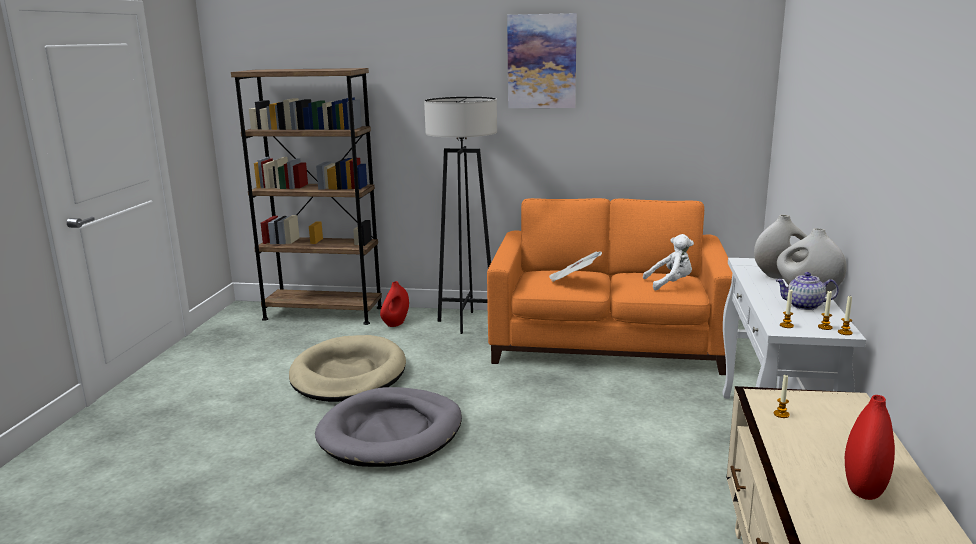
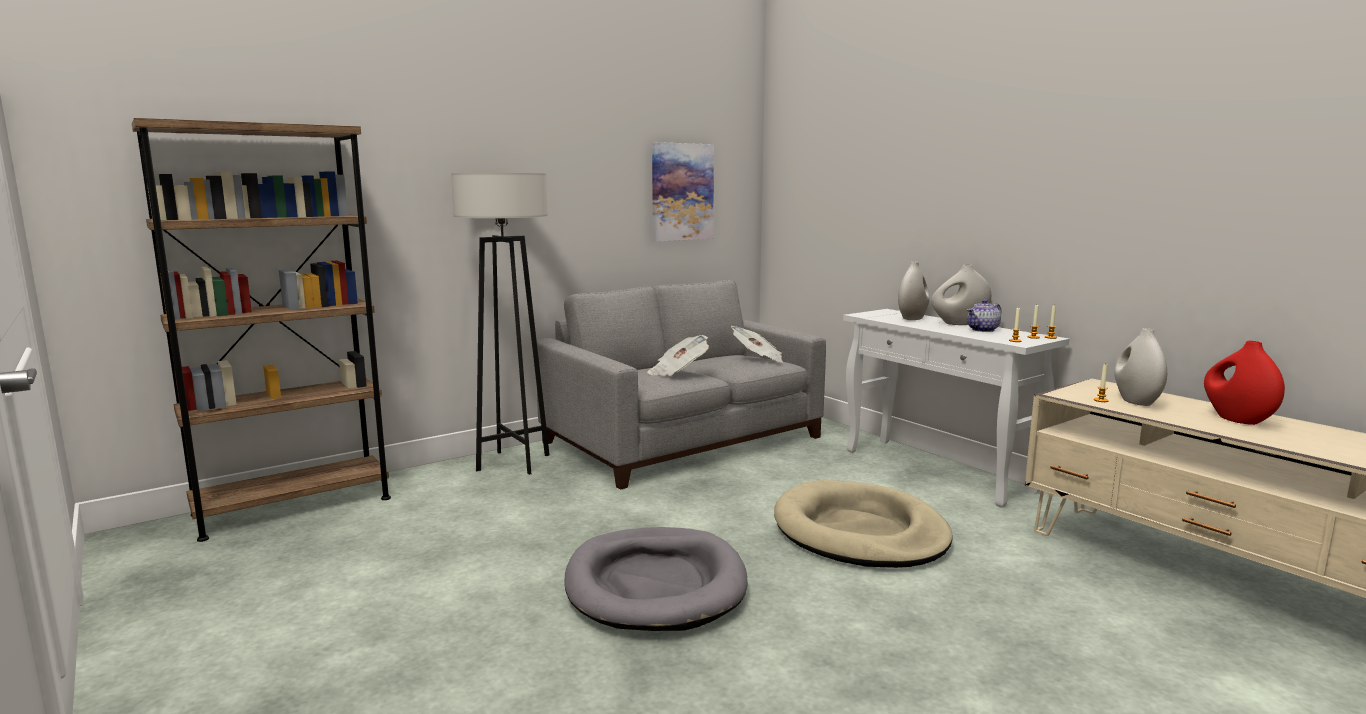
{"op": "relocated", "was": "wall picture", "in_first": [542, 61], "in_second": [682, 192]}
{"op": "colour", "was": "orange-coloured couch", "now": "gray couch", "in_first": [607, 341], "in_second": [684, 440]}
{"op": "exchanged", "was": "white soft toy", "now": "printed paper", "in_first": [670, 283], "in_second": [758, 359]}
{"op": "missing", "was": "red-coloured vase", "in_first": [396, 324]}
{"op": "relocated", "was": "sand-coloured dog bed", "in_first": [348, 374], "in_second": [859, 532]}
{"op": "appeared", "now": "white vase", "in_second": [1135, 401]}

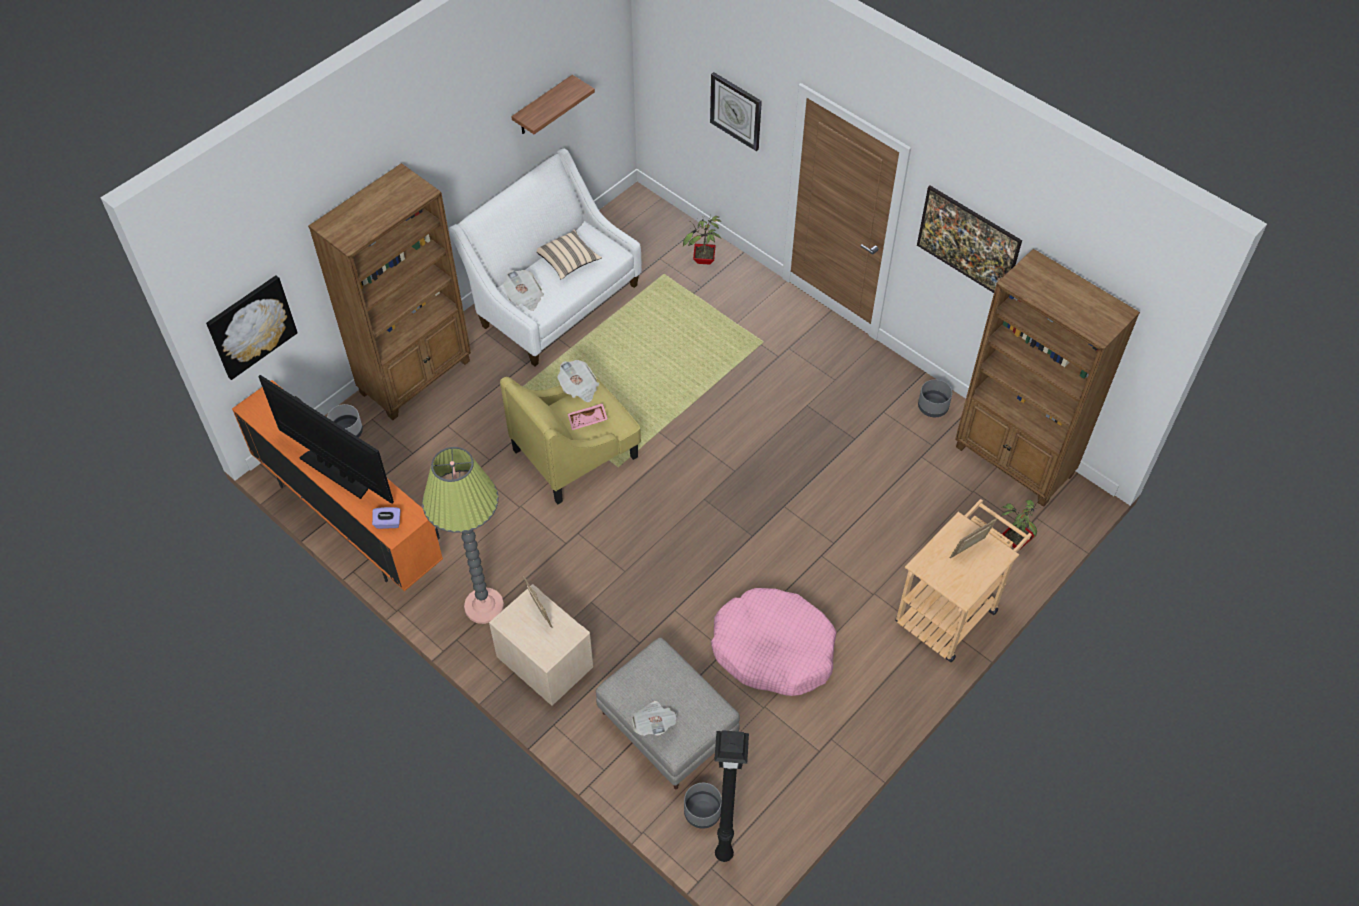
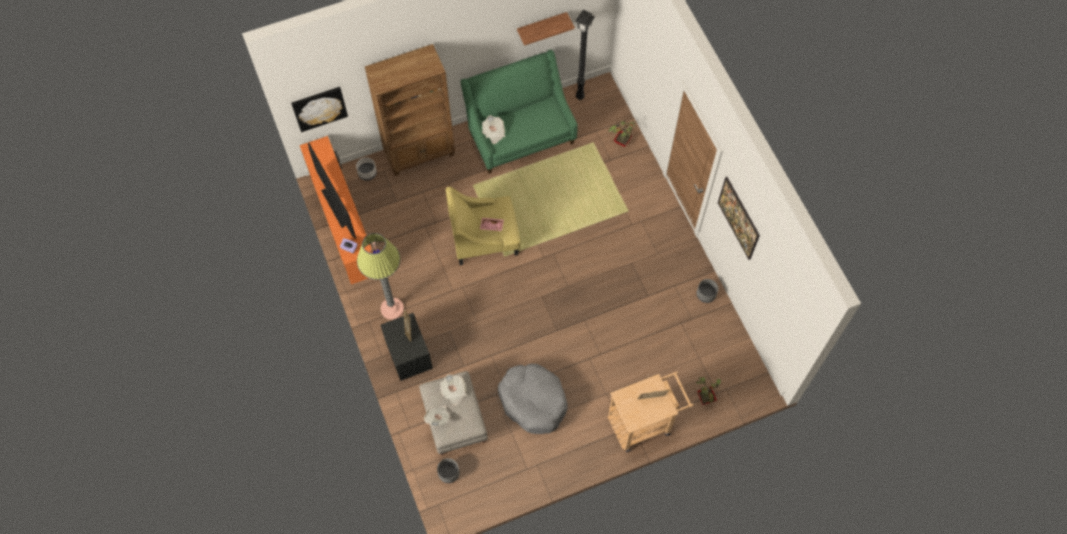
{"op": "missing", "was": "wall clock", "in_first": [736, 111]}
{"op": "colour", "was": "white couch", "now": "green couch", "in_first": [554, 301], "in_second": [520, 135]}
{"op": "missing", "was": "sand-coloured throw pillow", "in_first": [568, 261]}
{"op": "missing", "was": "brown-coloured bookcase", "in_first": [1014, 462]}
{"op": "relocated", "was": "printed paper", "in_first": [579, 388], "in_second": [454, 392]}
{"op": "colour", "was": "sand-coloured bedside table", "now": "blackish bedside table", "in_first": [544, 661], "in_second": [408, 354]}
{"op": "colour", "was": "pink dog bed", "now": "gray dog bed", "in_first": [773, 649], "in_second": [533, 401]}
{"op": "relocated", "was": "blackish standard lamp", "in_first": [725, 853], "in_second": [580, 96]}

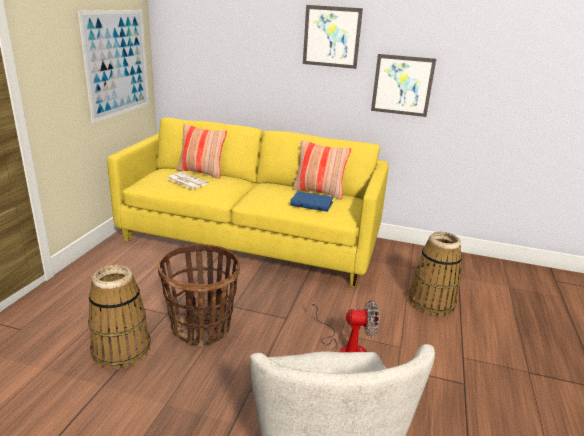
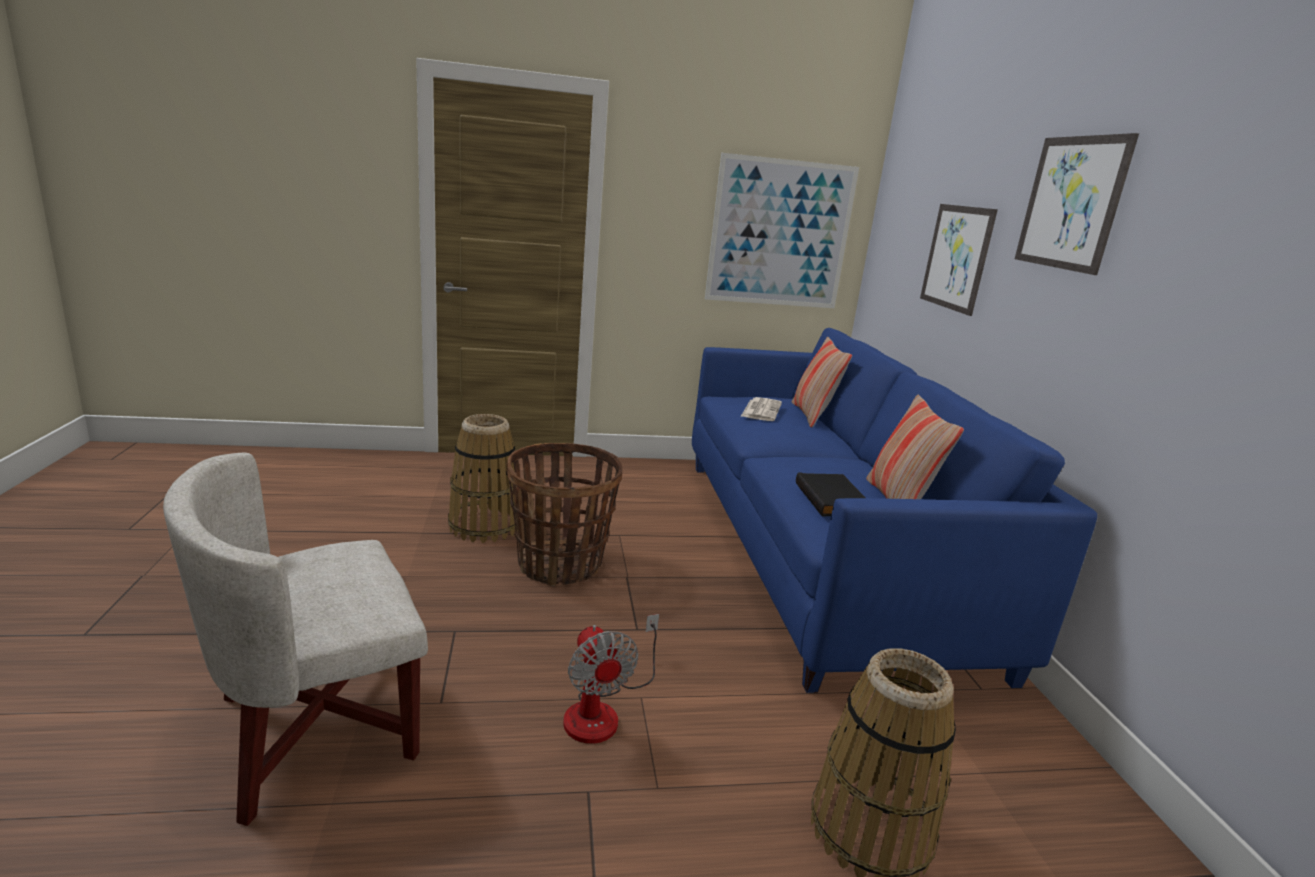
{"op": "relocated", "was": "wall picture", "in_first": [402, 85], "in_second": [956, 257]}
{"op": "colour", "was": "yellow couch", "now": "bluish couch", "in_first": [251, 240], "in_second": [819, 552]}
{"op": "colour", "was": "bluish book", "now": "blackish book", "in_first": [312, 203], "in_second": [833, 500]}

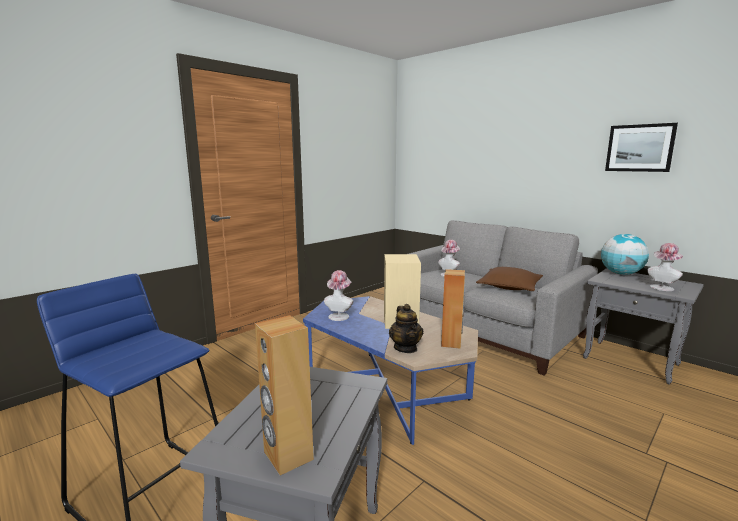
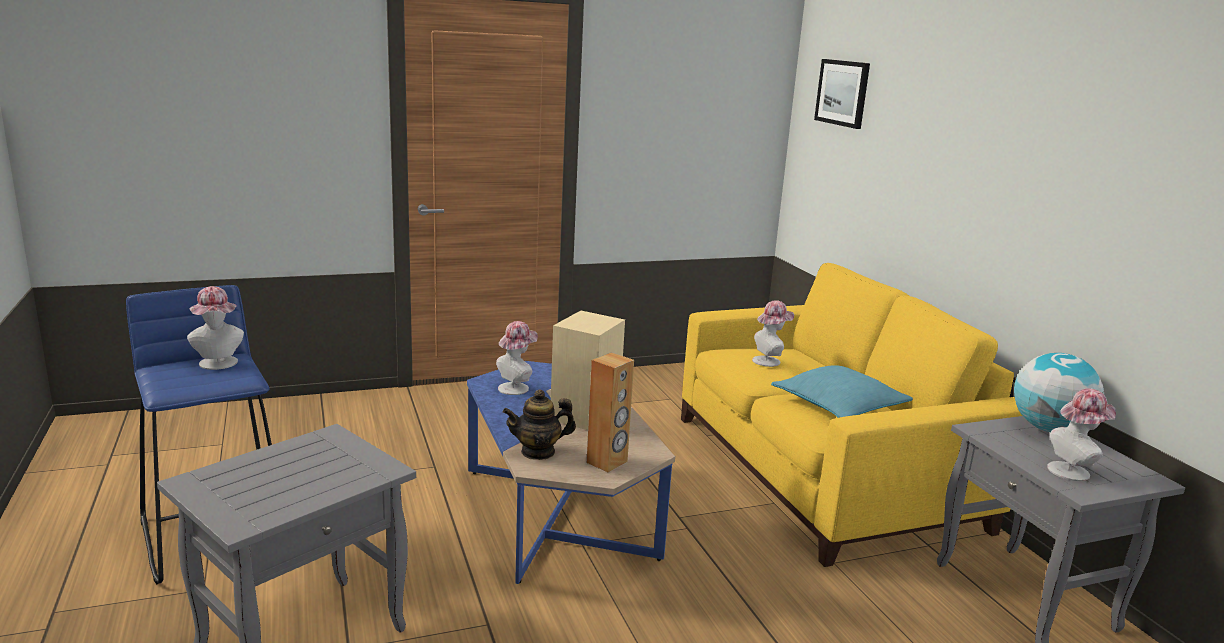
{"op": "relocated", "was": "wall picture", "in_first": [639, 148], "in_second": [842, 93]}
{"op": "colour", "was": "gray couch", "now": "yellow couch", "in_first": [484, 329], "in_second": [821, 471]}
{"op": "colour", "was": "brown-coloured throw pillow", "now": "turquoise-coloured throw pillow", "in_first": [509, 287], "in_second": [839, 405]}
{"op": "spun", "was": "tea pot", "in_first": [406, 348], "in_second": [538, 452], "clockwise": 60}
{"op": "missing", "was": "brown-coloured loudspeaker", "in_first": [287, 456]}
{"op": "appeared", "now": "clothing hat", "in_second": [219, 364]}

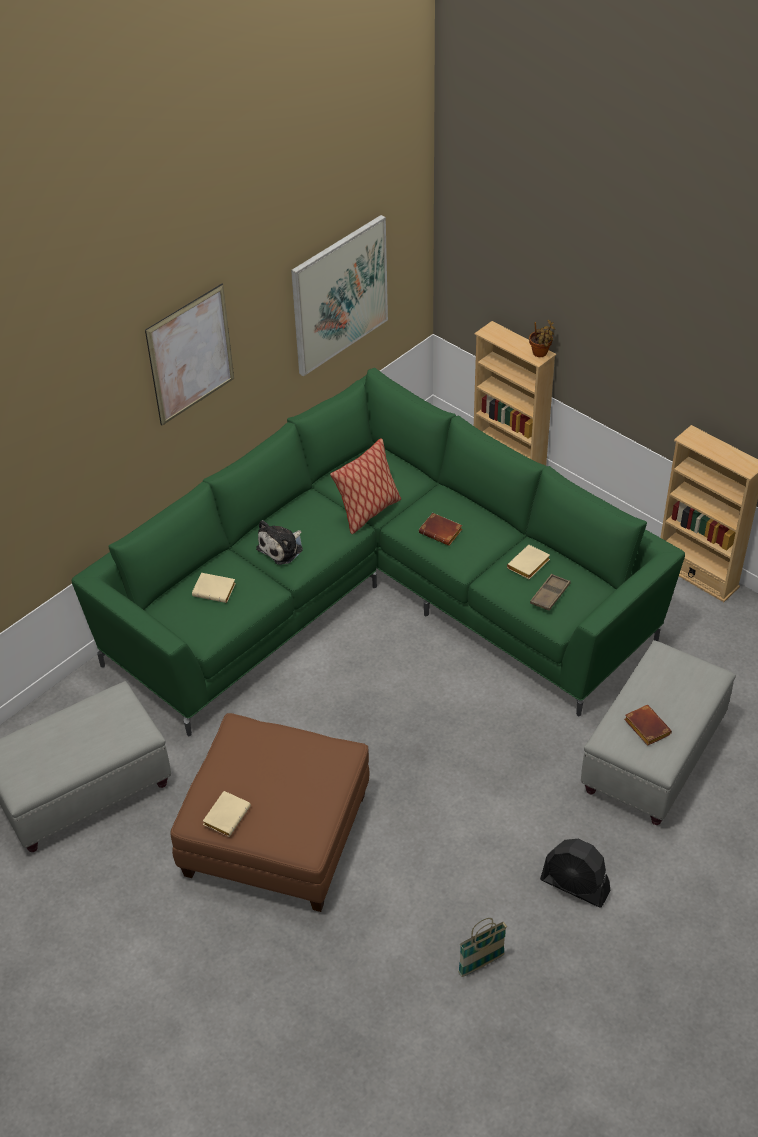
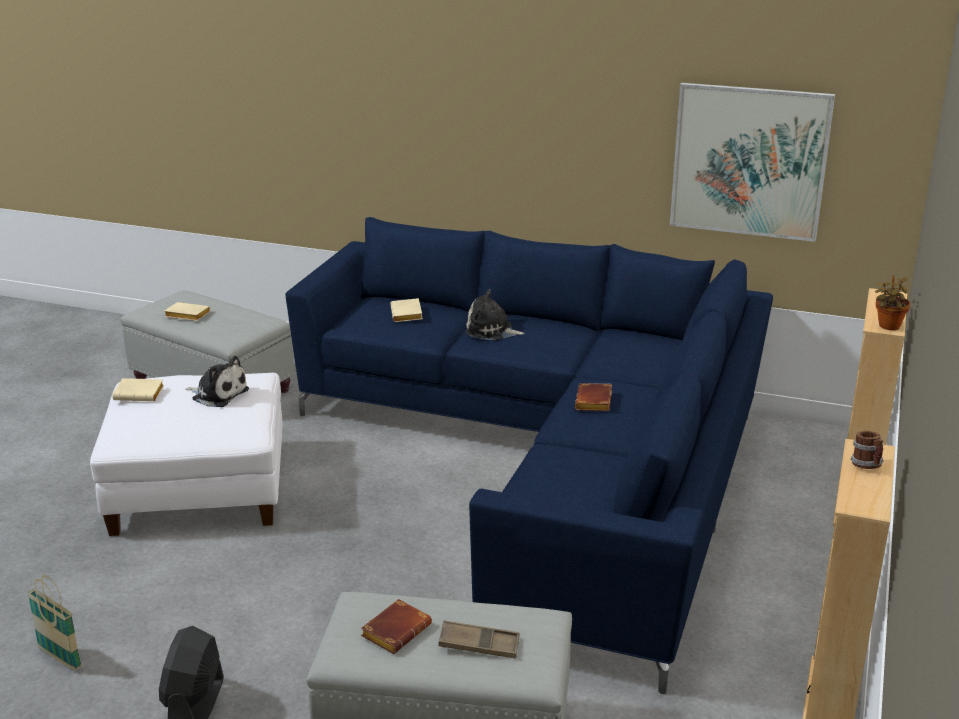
{"op": "missing", "was": "wall picture", "in_first": [190, 355]}
{"op": "colour", "was": "green couch", "now": "bluish couch", "in_first": [378, 597], "in_second": [556, 467]}
{"op": "missing", "was": "throw pillow", "in_first": [368, 512]}
{"op": "relocated", "was": "sand-coloured book", "in_first": [528, 566], "in_second": [186, 315]}
{"op": "relocated", "was": "brown-coloured tray", "in_first": [550, 595], "in_second": [479, 645]}
{"op": "colour", "was": "brown-coloured pouffe", "now": "white pouffe", "in_first": [276, 834], "in_second": [199, 487]}
{"op": "appeared", "now": "soft toy", "in_second": [218, 394]}
{"op": "appeared", "now": "mug", "in_second": [867, 466]}

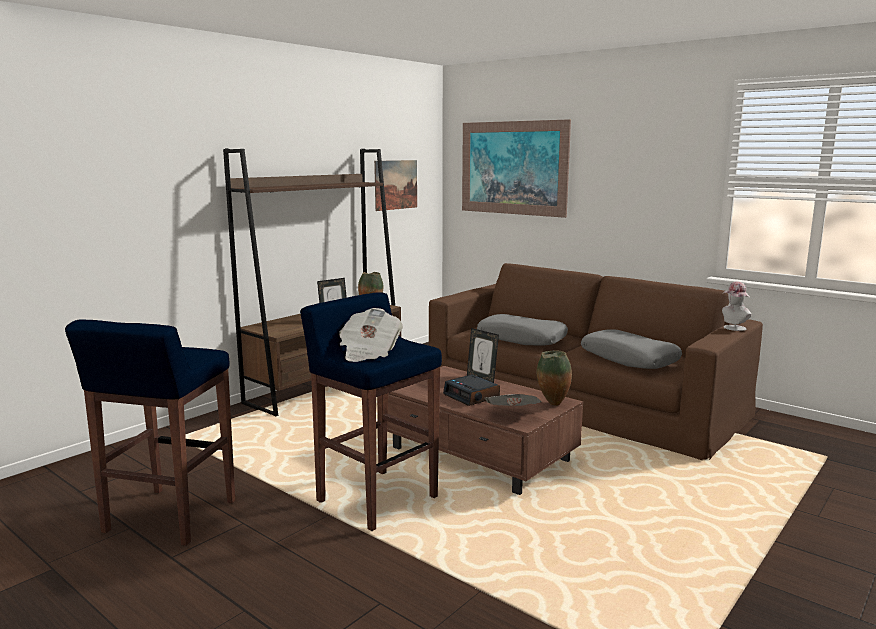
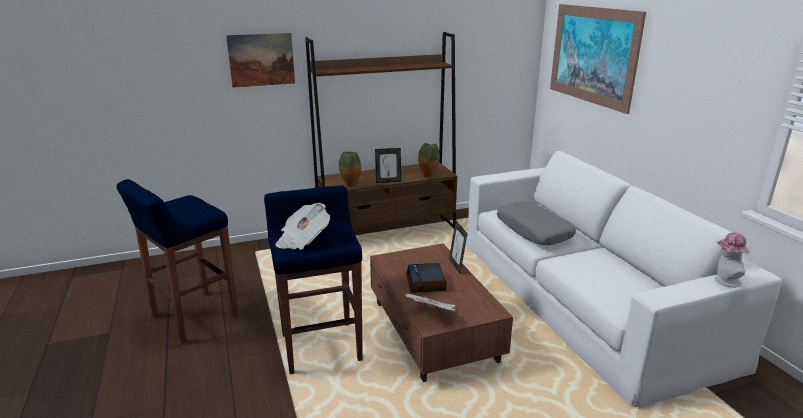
{"op": "relocated", "was": "wall picture", "in_first": [396, 185], "in_second": [261, 60]}
{"op": "colour", "was": "brown-coloured couch", "now": "white couch", "in_first": [580, 398], "in_second": [584, 296]}
{"op": "missing", "was": "gray throw pillow", "in_first": [629, 359]}
{"op": "relocated", "was": "vase", "in_first": [552, 404], "in_second": [350, 186]}

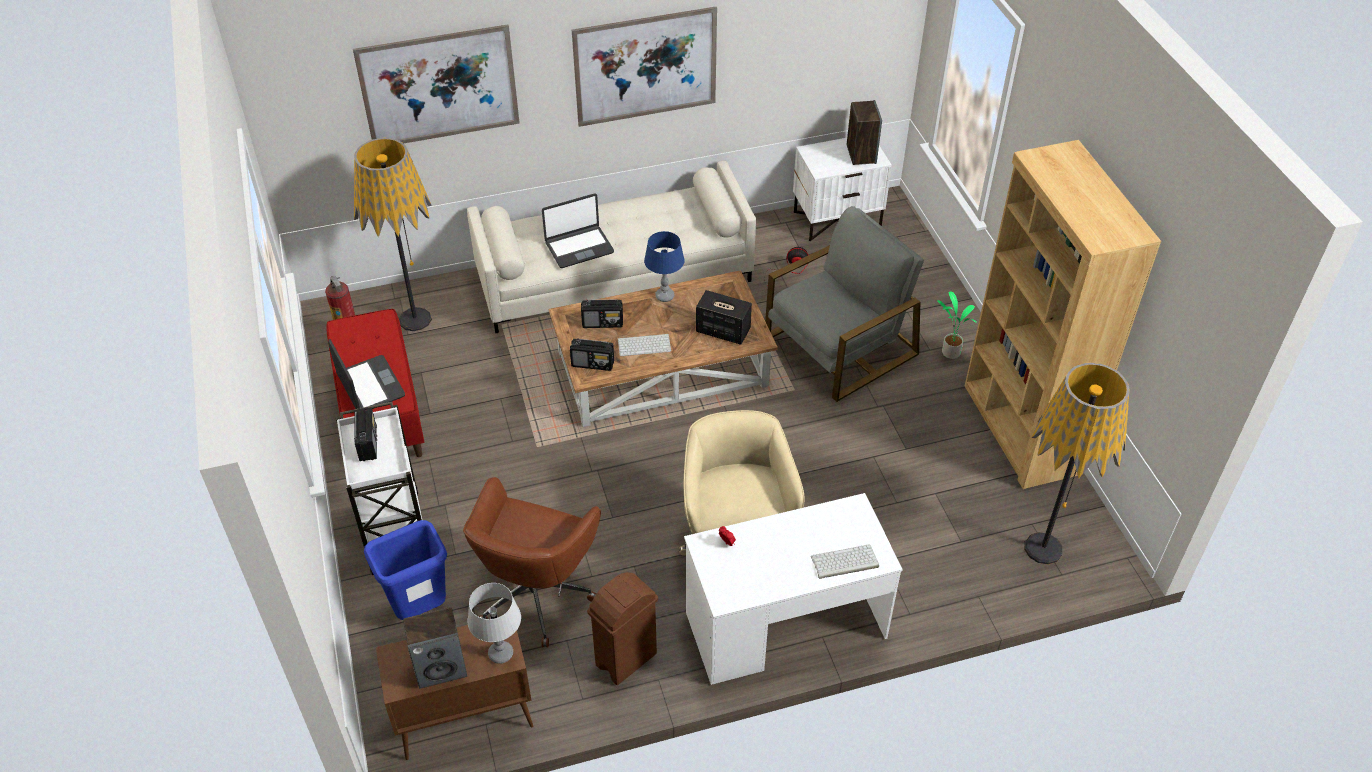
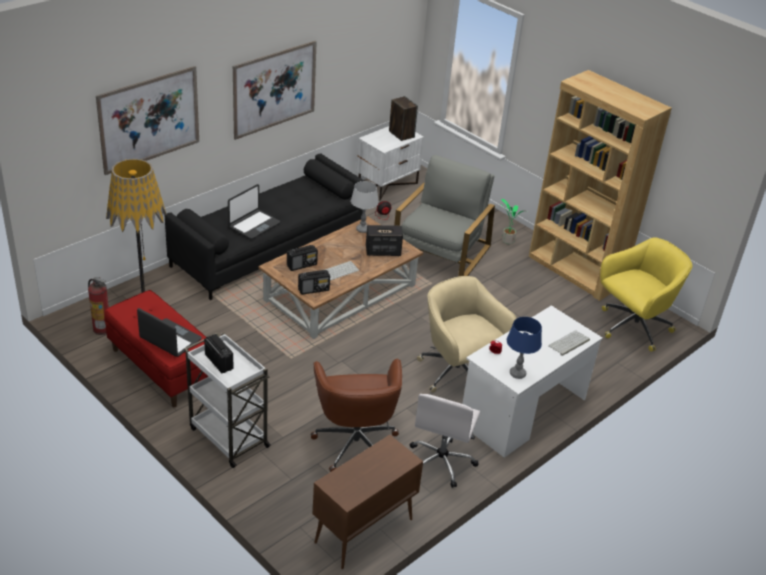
{"op": "colour", "was": "sand-coloured couch", "now": "blackish couch", "in_first": [615, 276], "in_second": [268, 247]}
{"op": "relocated", "was": "bluish tabletop lamp", "in_first": [665, 296], "in_second": [517, 374]}
{"op": "exchanged", "was": "standard lamp", "now": "yellow computer chair", "in_first": [1043, 548], "in_second": [632, 327]}
{"op": "missing", "was": "bluish waste bin", "in_first": [421, 609]}
{"op": "exchanged", "was": "brown-coloured waste bin", "now": "white computer chair", "in_first": [625, 659], "in_second": [441, 461]}
{"op": "relocated", "was": "gray tabletop lamp", "in_first": [500, 654], "in_second": [362, 229]}
{"op": "missing", "was": "loudspeaker", "in_first": [441, 668]}

